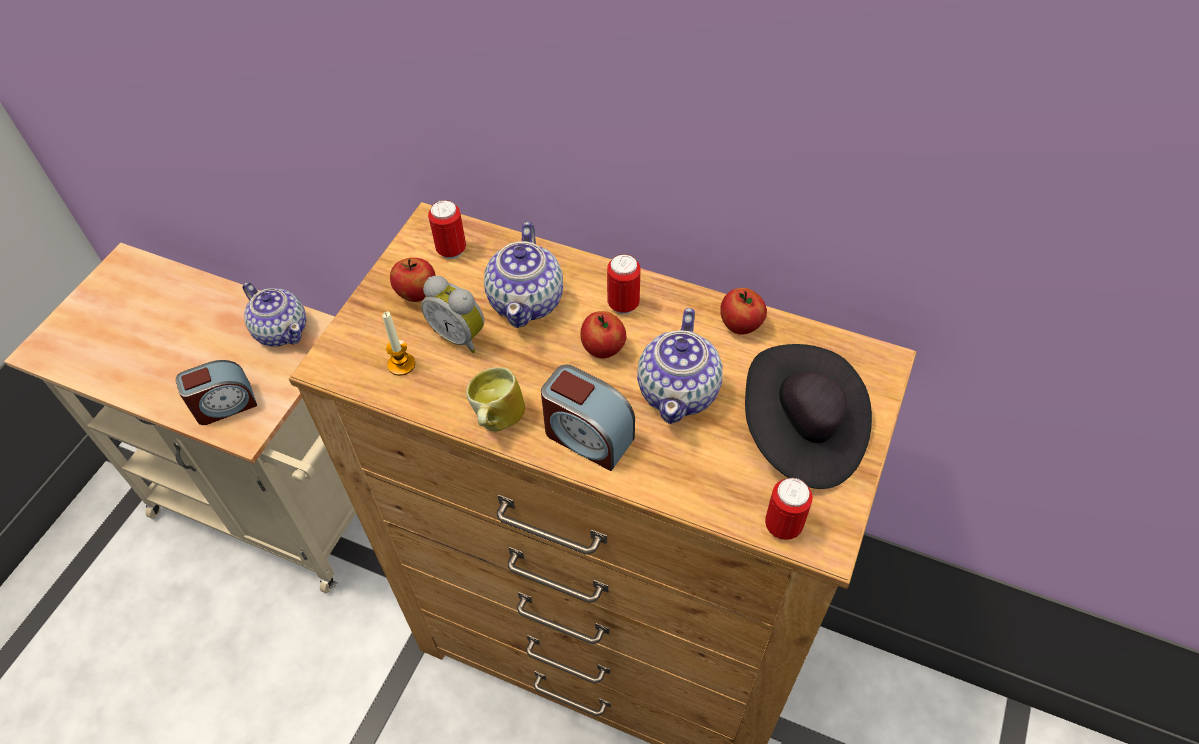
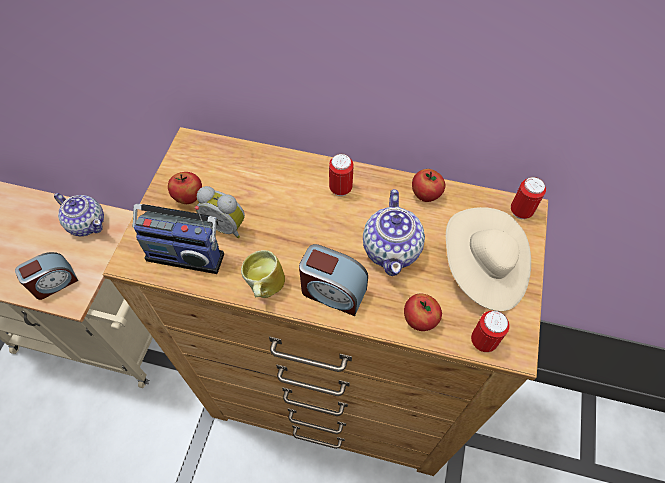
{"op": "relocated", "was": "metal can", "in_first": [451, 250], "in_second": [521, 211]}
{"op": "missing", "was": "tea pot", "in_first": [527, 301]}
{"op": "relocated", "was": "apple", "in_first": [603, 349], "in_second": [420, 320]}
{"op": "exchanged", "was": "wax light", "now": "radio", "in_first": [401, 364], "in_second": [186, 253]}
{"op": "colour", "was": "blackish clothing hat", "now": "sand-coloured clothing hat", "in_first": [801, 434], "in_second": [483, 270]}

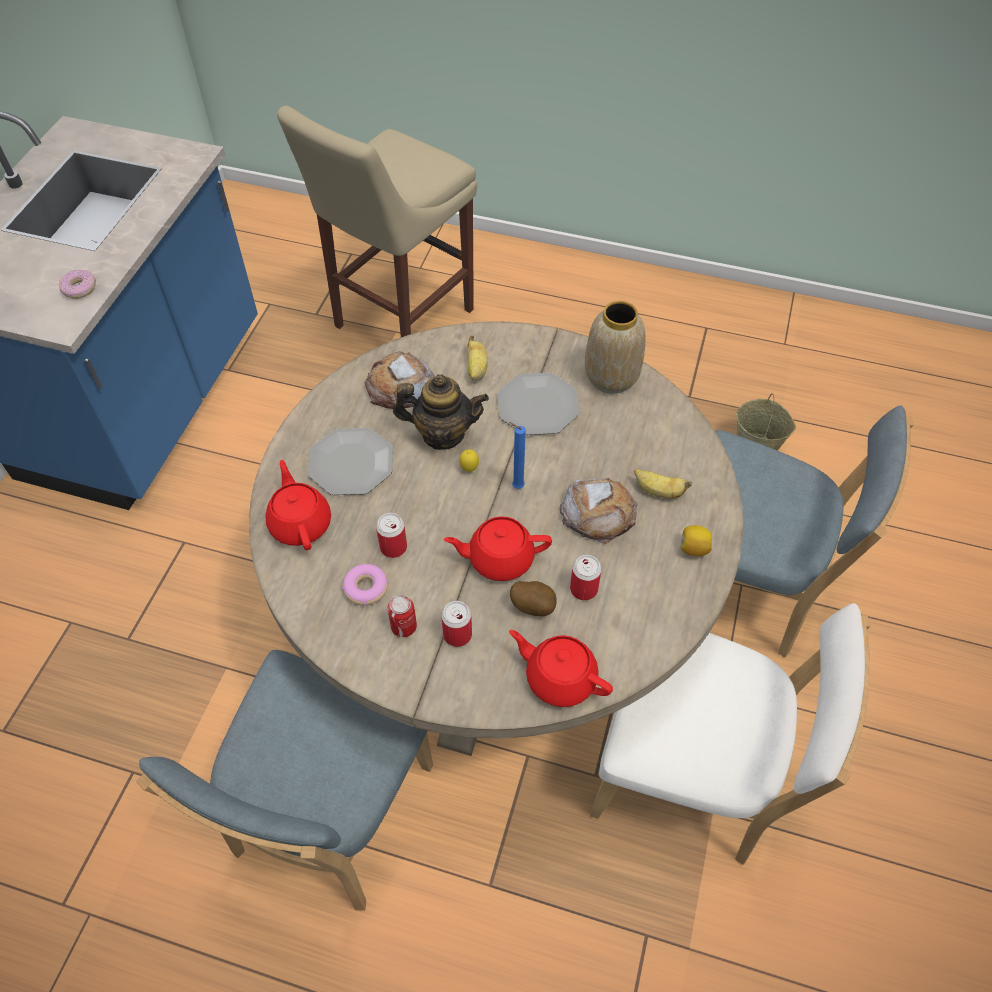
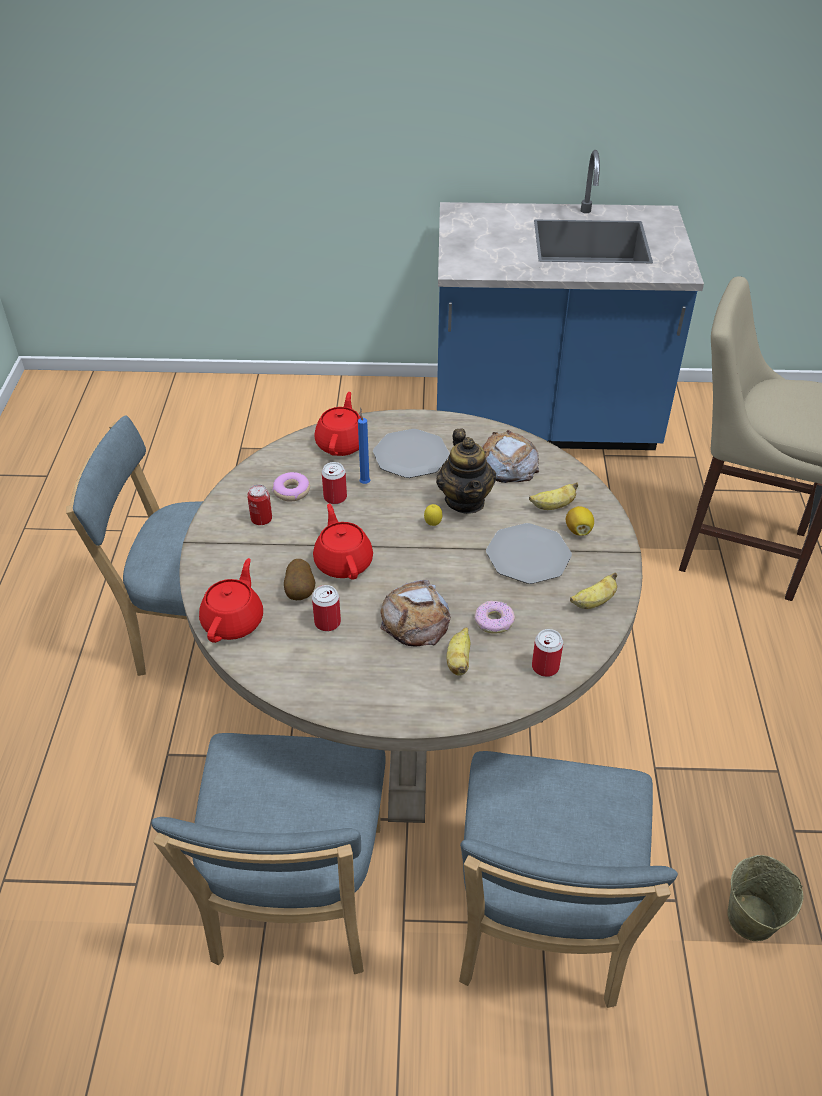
{"op": "relocated", "was": "ring doughnut", "in_first": [79, 288], "in_second": [493, 621]}
{"op": "exchanged", "was": "vase", "now": "banana fruit", "in_first": [610, 377], "in_second": [593, 602]}
{"op": "relocated", "was": "bluish wax light", "in_first": [516, 486], "in_second": [365, 482]}
{"op": "spun", "was": "red-coloured tea pot", "in_first": [300, 523], "in_second": [342, 443], "clockwise": -45}
{"op": "relocated", "was": "citrus fruit", "in_first": [693, 548], "in_second": [578, 530]}
{"op": "relocated", "was": "metal can", "in_first": [457, 634], "in_second": [545, 667]}
{"op": "colour", "was": "white upright chair", "now": "bluish upright chair", "in_first": [692, 776], "in_second": [296, 902]}

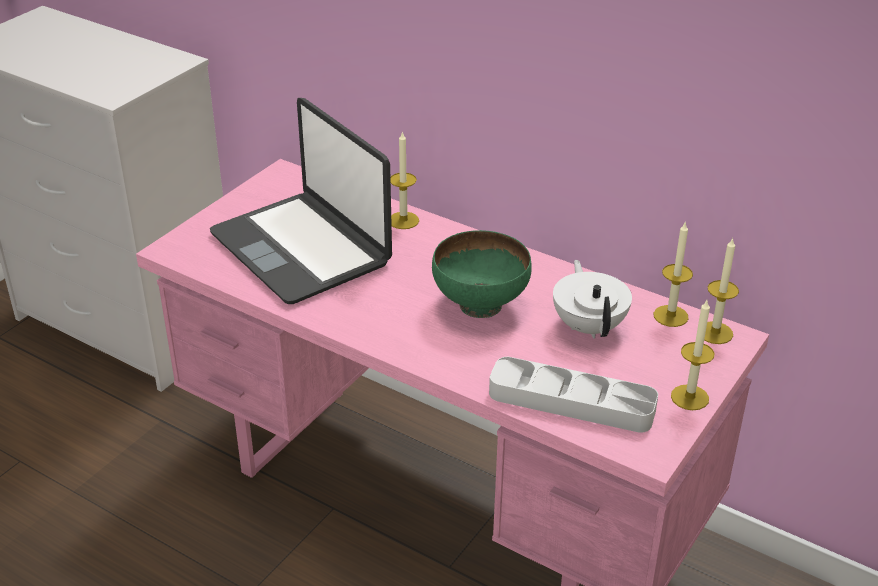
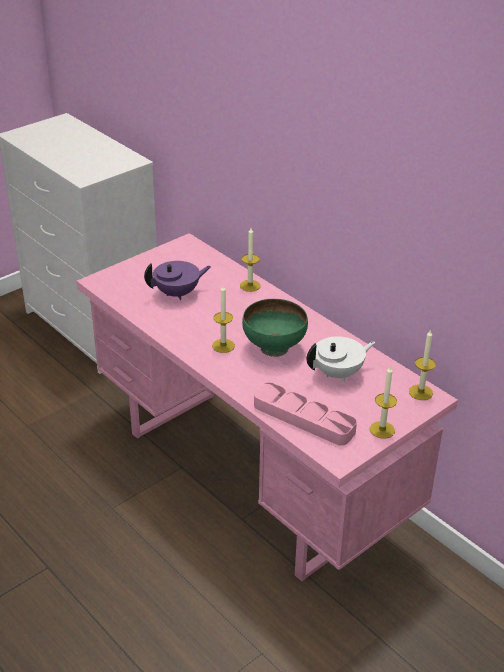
{"op": "exchanged", "was": "laptop", "now": "purple-coloured tea pot", "in_first": [302, 248], "in_second": [178, 293]}
{"op": "relocated", "was": "wax light", "in_first": [670, 316], "in_second": [223, 346]}
{"op": "spun", "was": "white tea pot", "in_first": [589, 326], "in_second": [338, 373], "clockwise": 60}
{"op": "colour", "was": "gray tray", "now": "pink tray", "in_first": [571, 402], "in_second": [303, 418]}

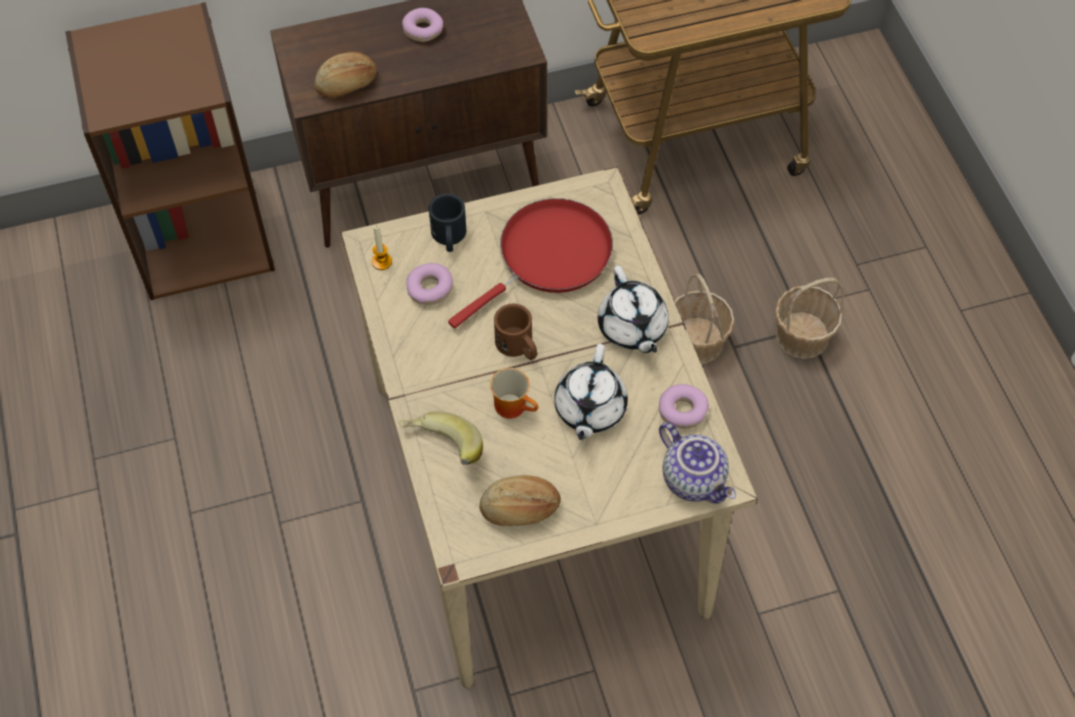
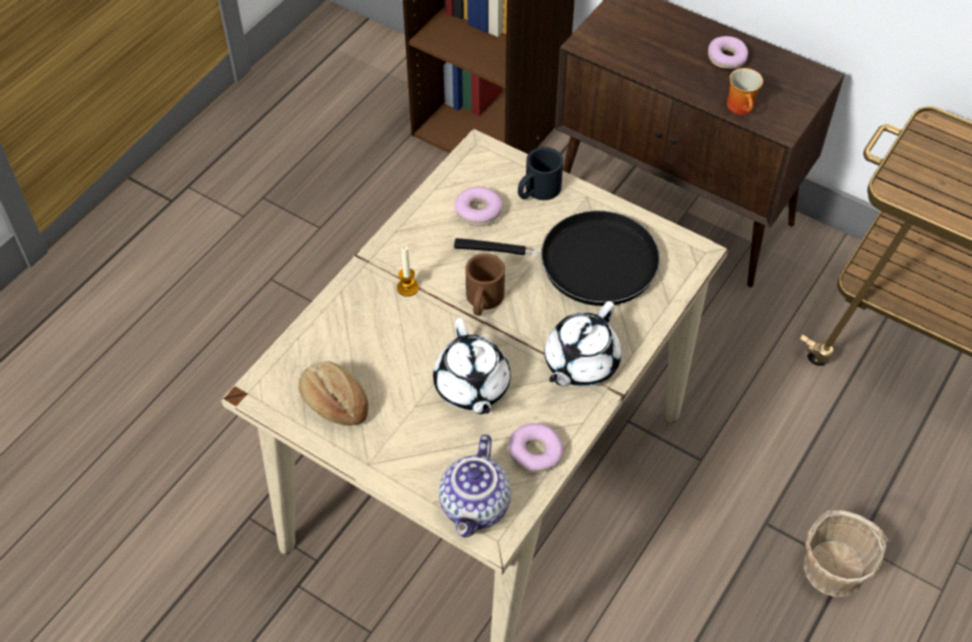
{"op": "missing", "was": "baked bread", "in_first": [347, 85]}
{"op": "colour", "was": "red-coloured pan", "now": "blackish pan", "in_first": [549, 257], "in_second": [588, 263]}
{"op": "relocated", "was": "wax light", "in_first": [381, 261], "in_second": [407, 288]}
{"op": "missing", "was": "household basket", "in_first": [696, 341]}
{"op": "spun", "was": "white tea pot", "in_first": [589, 409], "in_second": [472, 387], "clockwise": -75}
{"op": "relocated", "was": "mug", "in_first": [514, 405], "in_second": [743, 108]}
{"op": "missing", "was": "banana fruit", "in_first": [441, 450]}

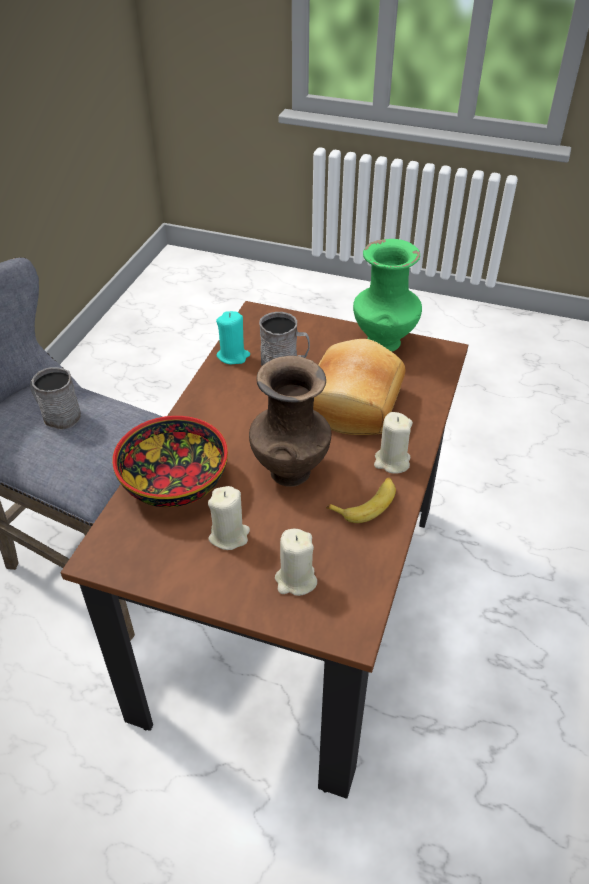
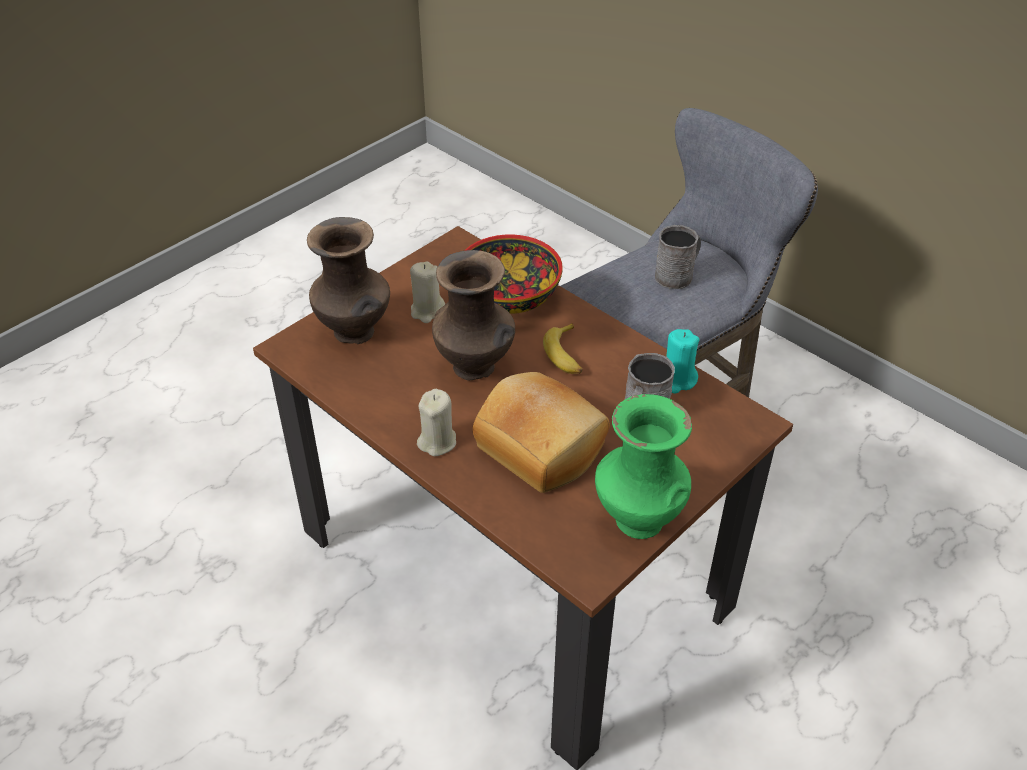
{"op": "relocated", "was": "banana fruit", "in_first": [366, 504], "in_second": [566, 355]}
{"op": "exchanged", "was": "sand-coloured wax light", "now": "brown-coloured vase", "in_first": [295, 580], "in_second": [355, 333]}

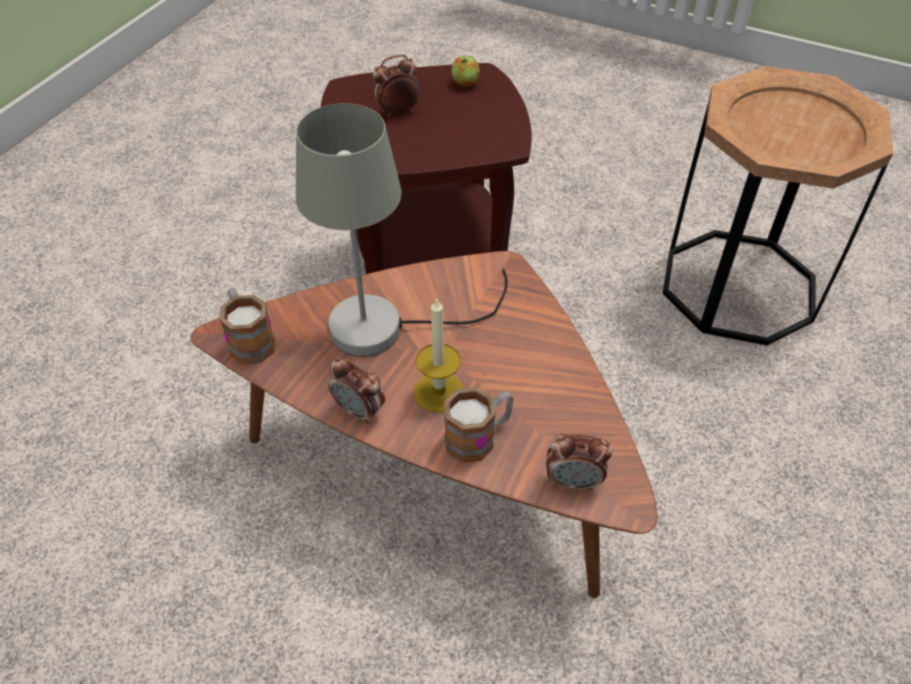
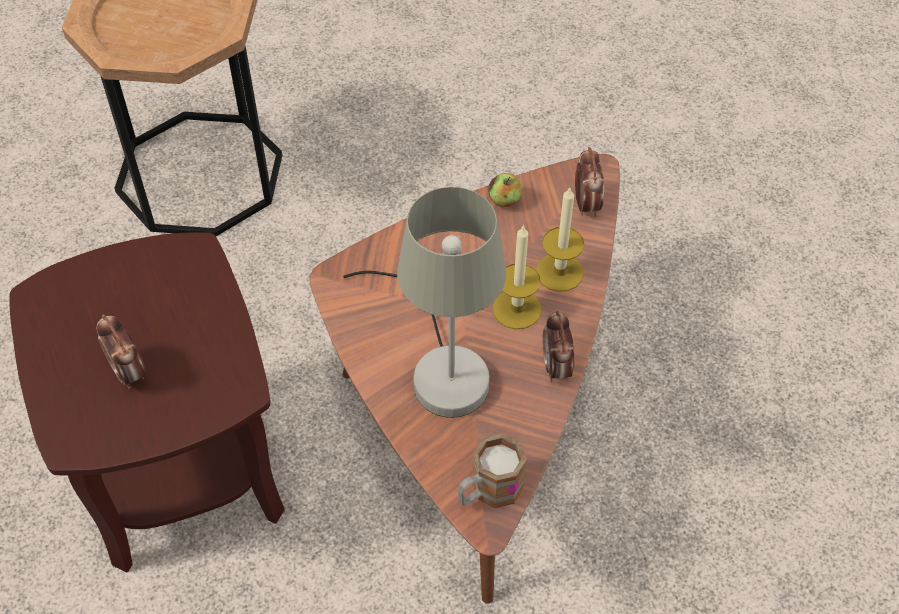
{"op": "relocated", "was": "apple", "in_first": [465, 83], "in_second": [504, 200]}
{"op": "spun", "was": "bedside clock", "in_first": [359, 411], "in_second": [556, 368], "clockwise": 150}
{"op": "exchanged", "was": "mug", "now": "wax light", "in_first": [479, 437], "in_second": [559, 272]}

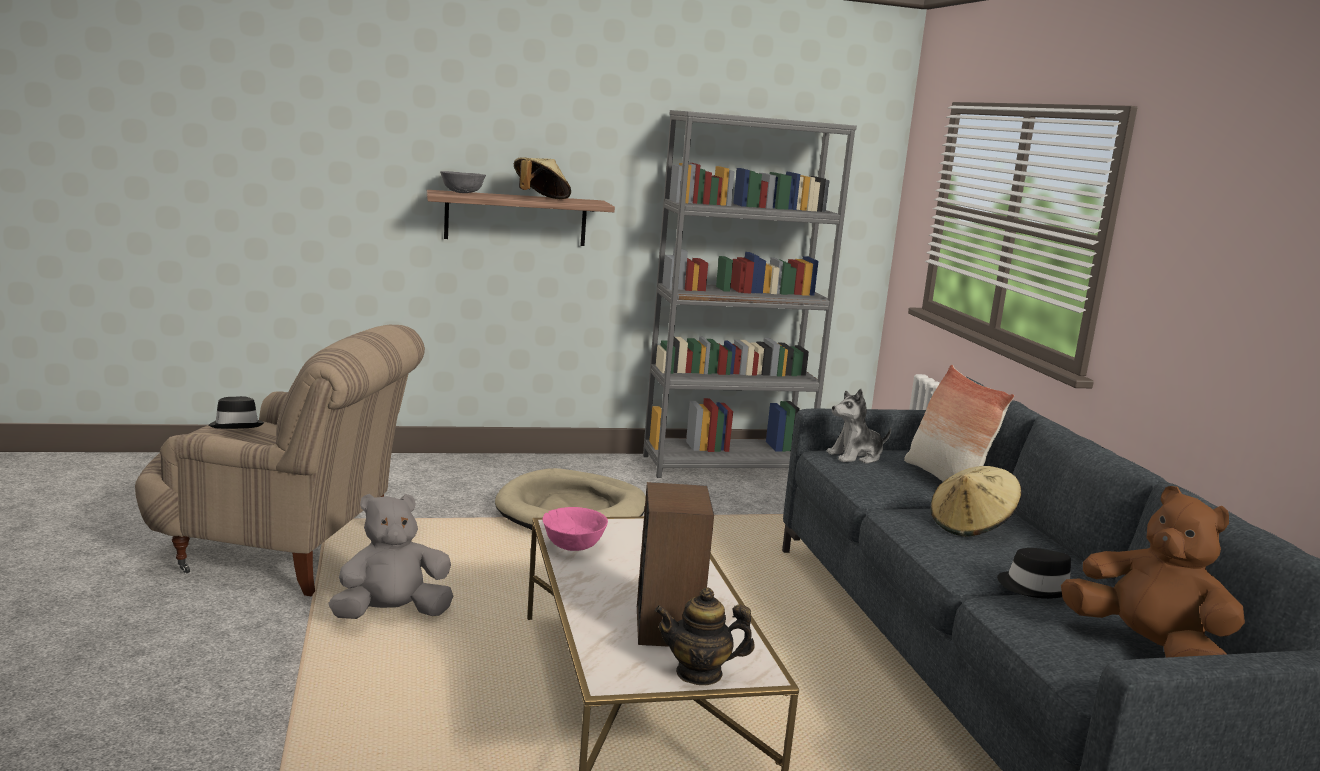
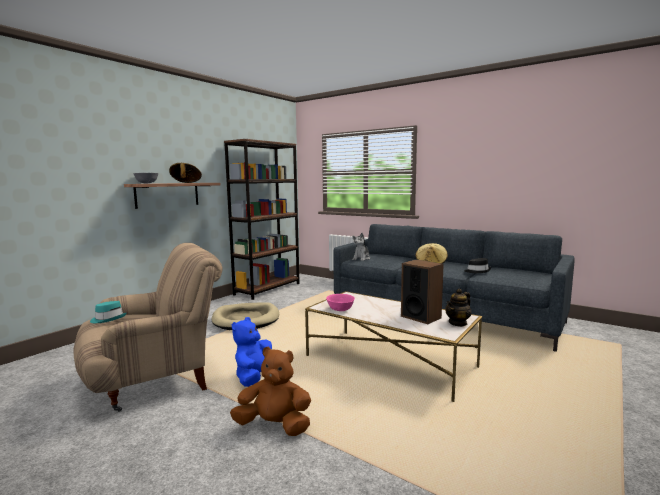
{"op": "colour", "was": "gray bookcase", "now": "brown-coloured bookcase", "in_first": [726, 466], "in_second": [267, 289]}
{"op": "missing", "was": "throw pillow", "in_first": [945, 479]}
{"op": "colour", "was": "blackish clothing hat", "now": "turquoise-coloured clothing hat", "in_first": [237, 425], "in_second": [108, 319]}
{"op": "relocated", "was": "brown-coloured soft toy", "in_first": [1146, 649], "in_second": [274, 426]}
{"op": "colour", "was": "gray soft toy", "now": "bluish soft toy", "in_first": [392, 614], "in_second": [255, 378]}

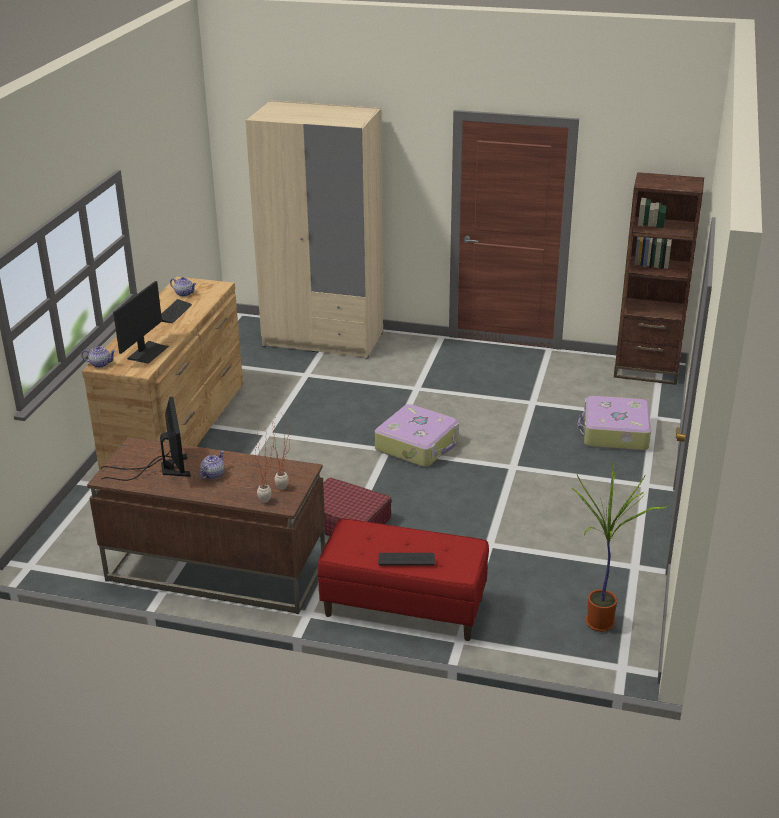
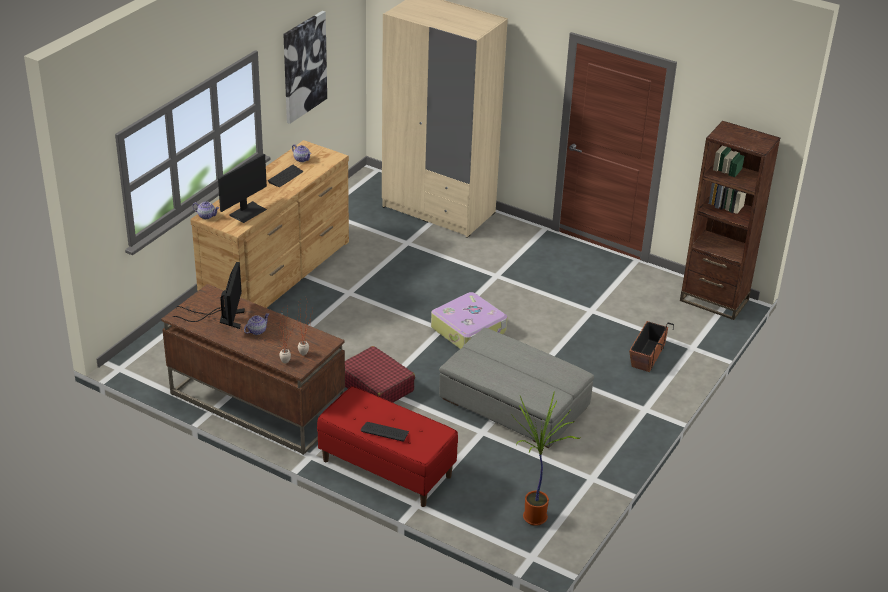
{"op": "exchanged", "was": "travel case", "now": "flower pot", "in_first": [614, 433], "in_second": [647, 355]}
{"op": "appeared", "now": "wall picture", "in_second": [304, 66]}
{"op": "appeared", "now": "gray pouffe", "in_second": [514, 403]}

